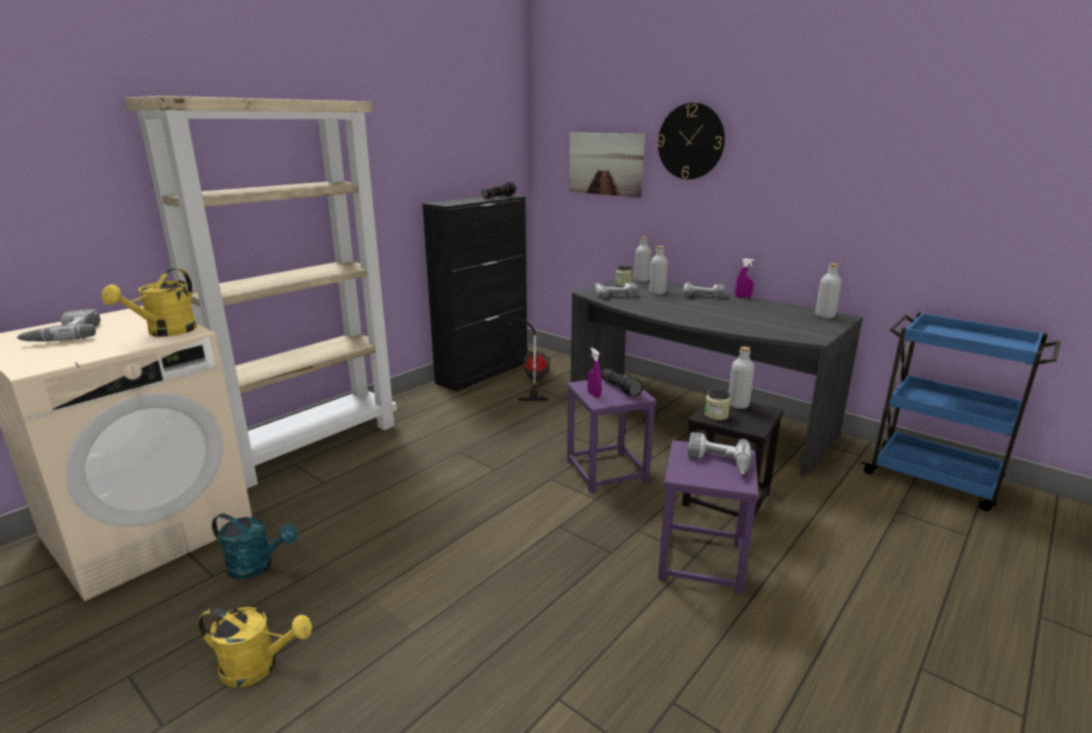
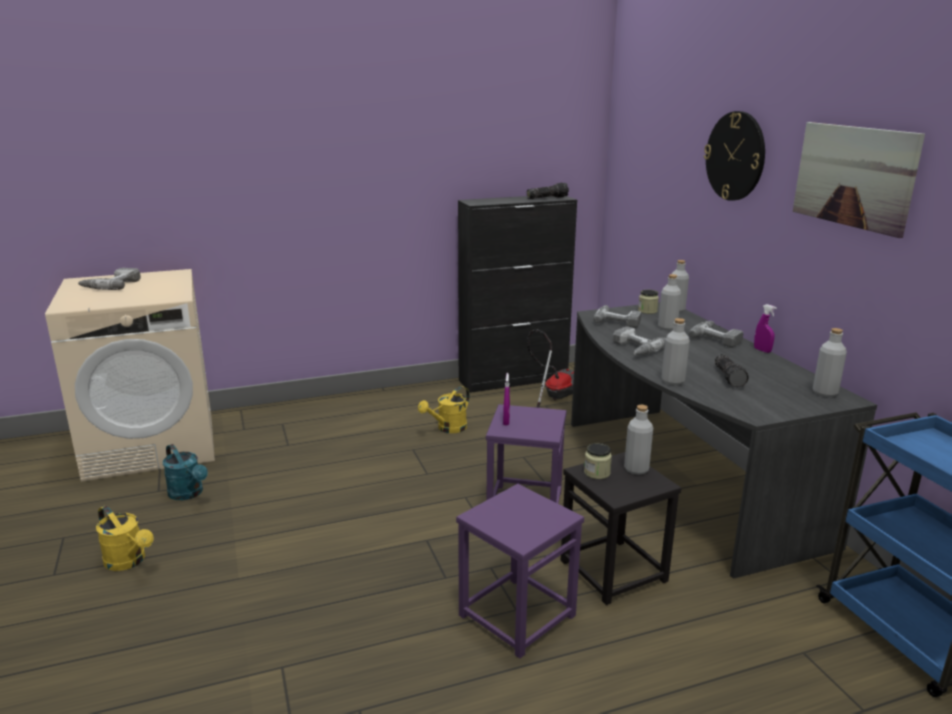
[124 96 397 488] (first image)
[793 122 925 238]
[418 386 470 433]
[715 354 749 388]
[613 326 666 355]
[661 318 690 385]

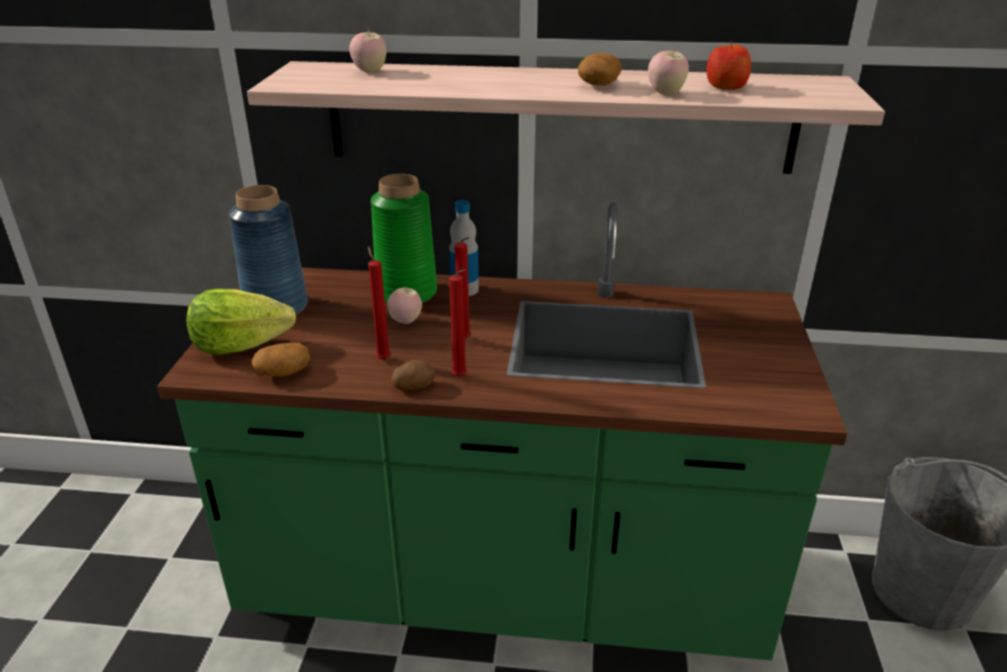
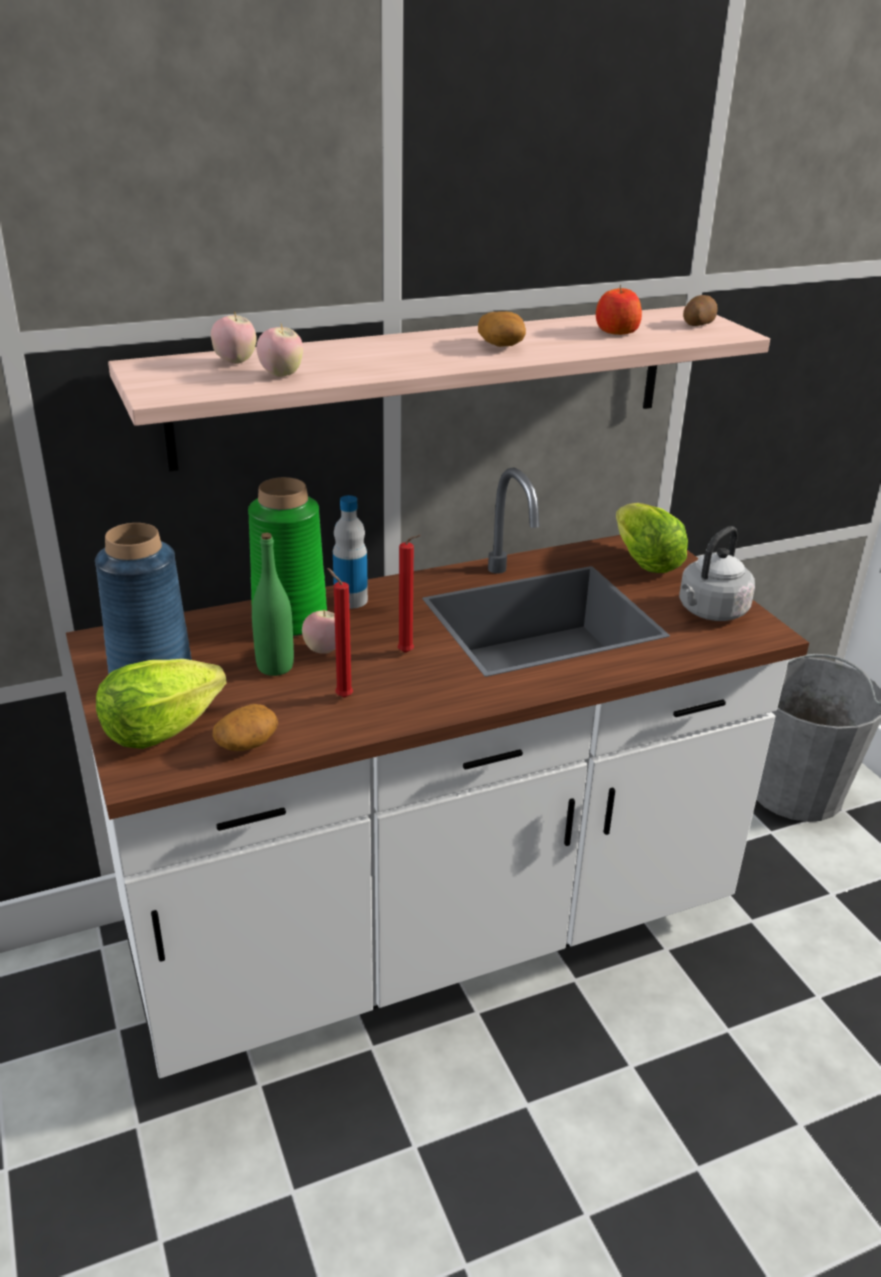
[256 324 303 377]
[66 467 809 1078]
[449 269 467 377] (first image)
[683 295 718 326]
[616 503 688 573]
[679 526 755 621]
[252 533 294 676]

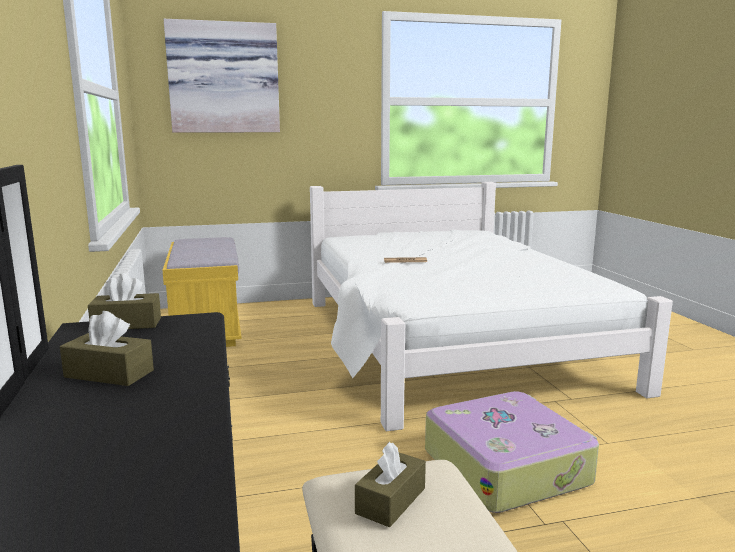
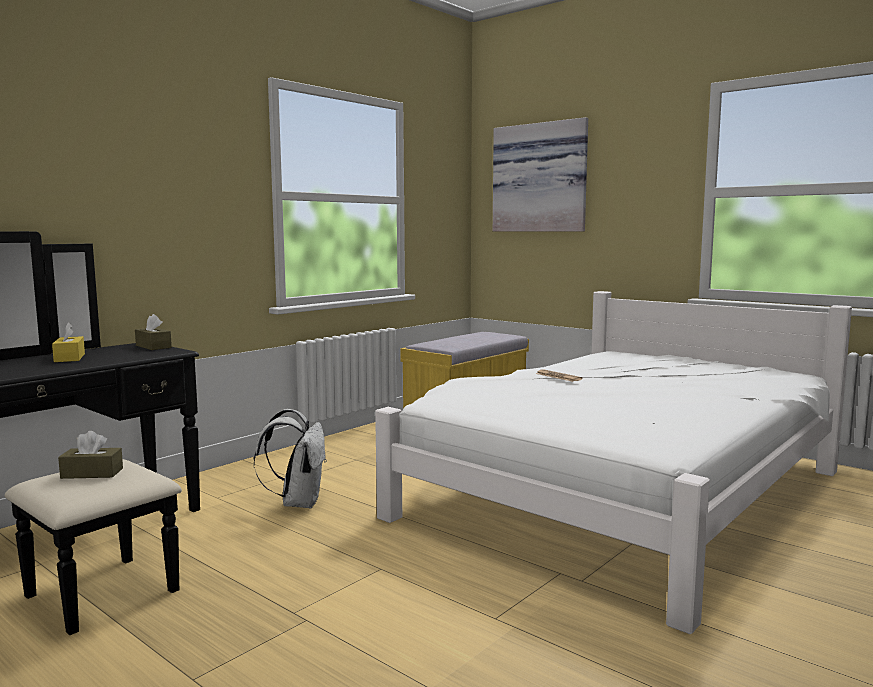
[52 322 85 362]
[425 391 599 513] (first image)
[254 409 327 508]

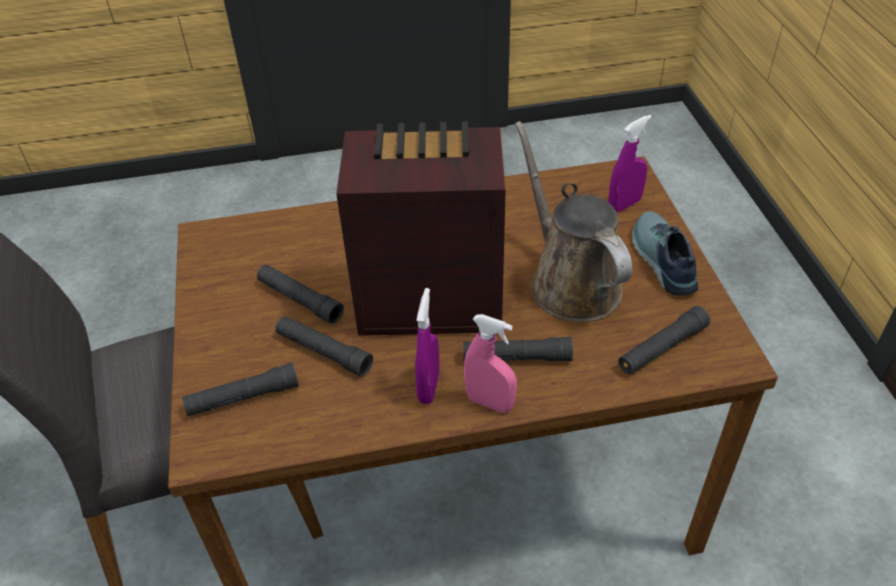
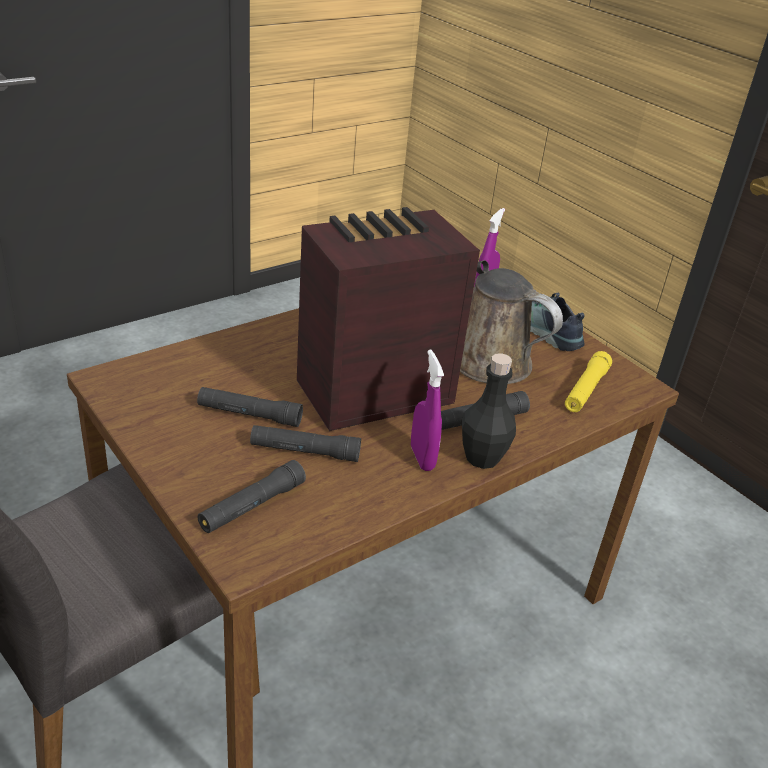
[565 351 612 412]
[462 353 516 469]

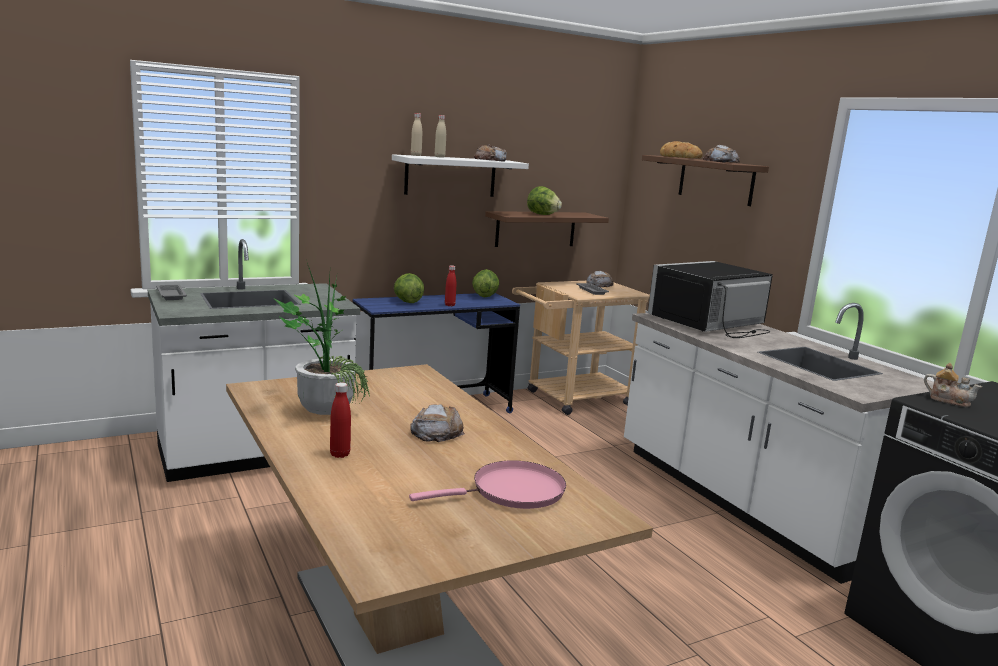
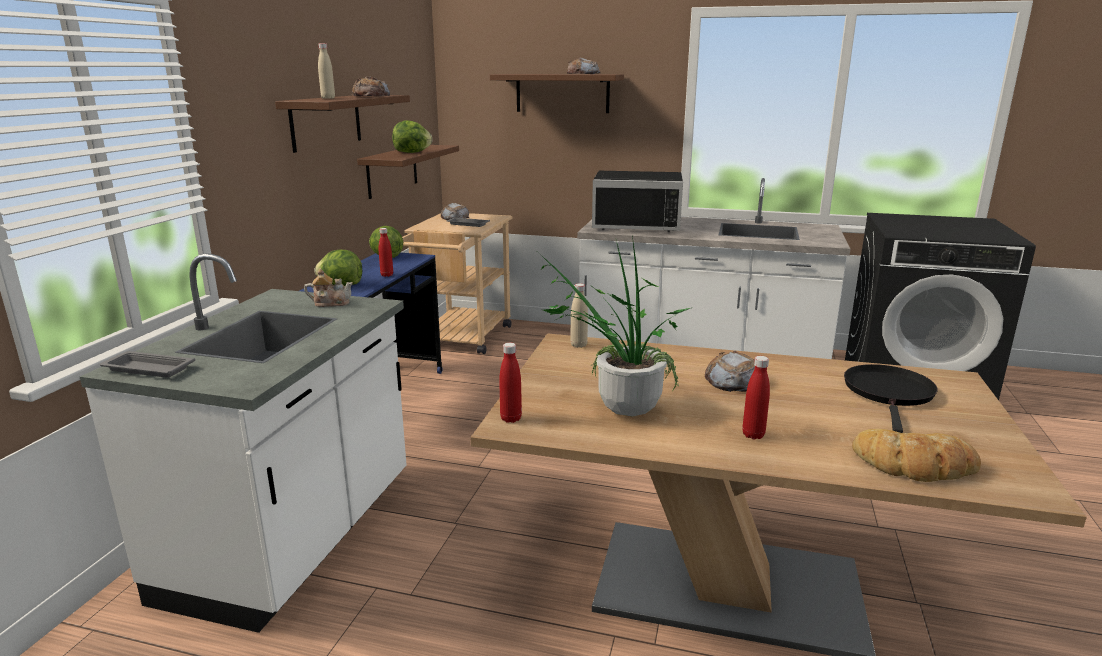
[570 283 588 348]
[852 429 981 482]
[275 95 410 153]
[592 171 683 232]
[304 269 353 307]
[844 364 938 433]
[499 343 522 423]

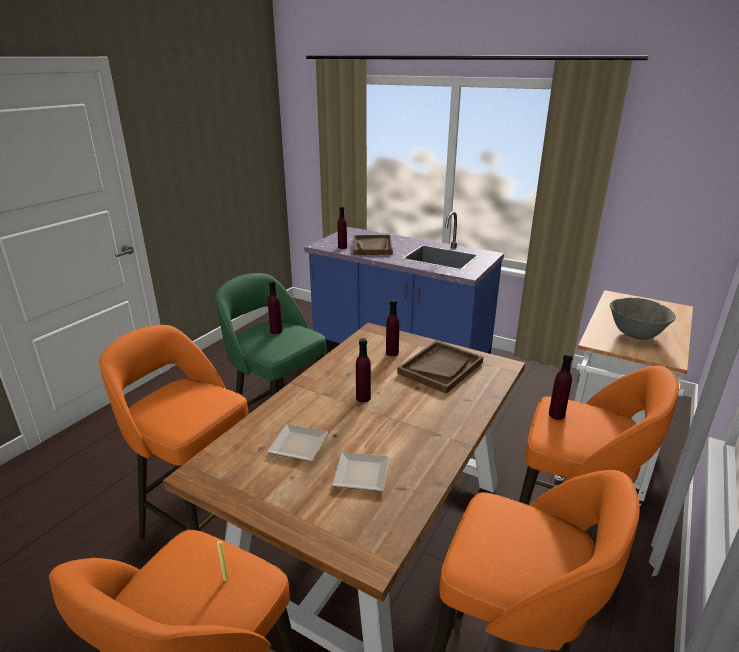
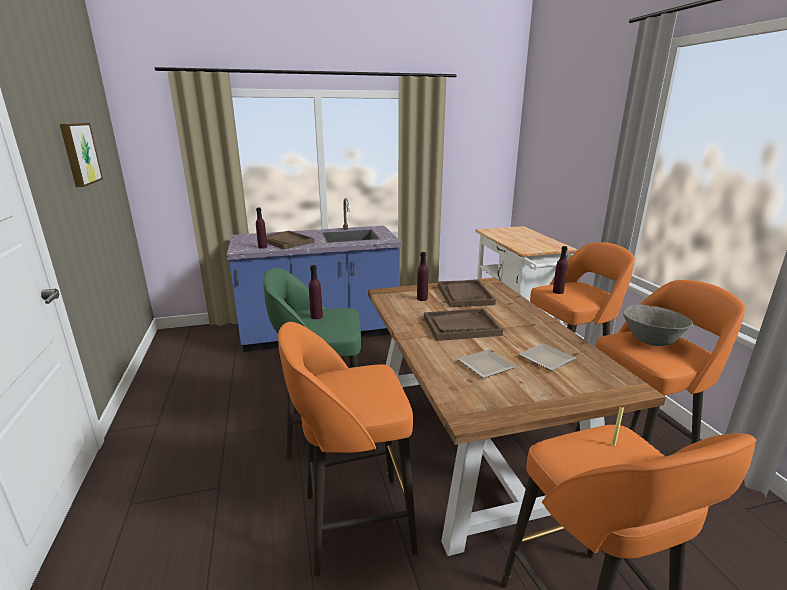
[623 305 693 346]
[424 308 503 341]
[60 123 103 187]

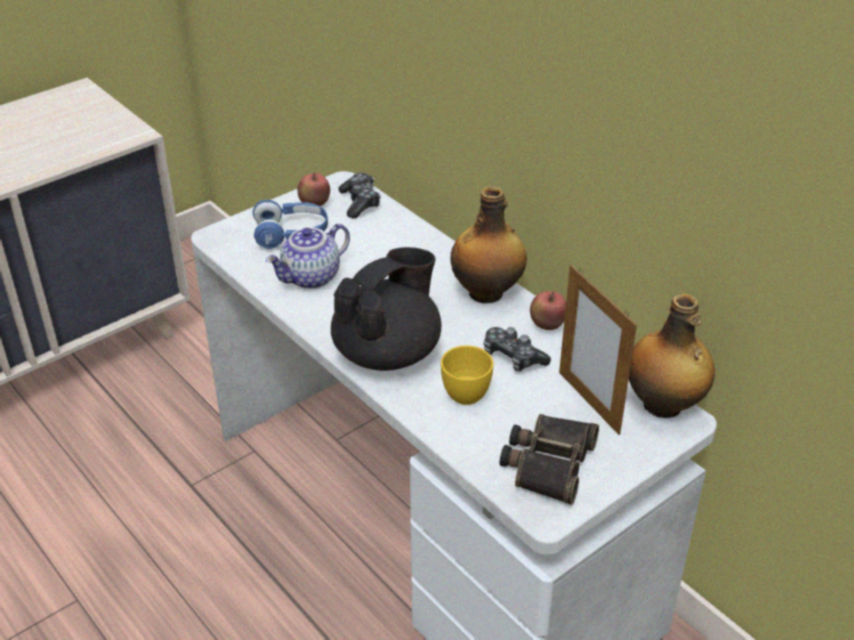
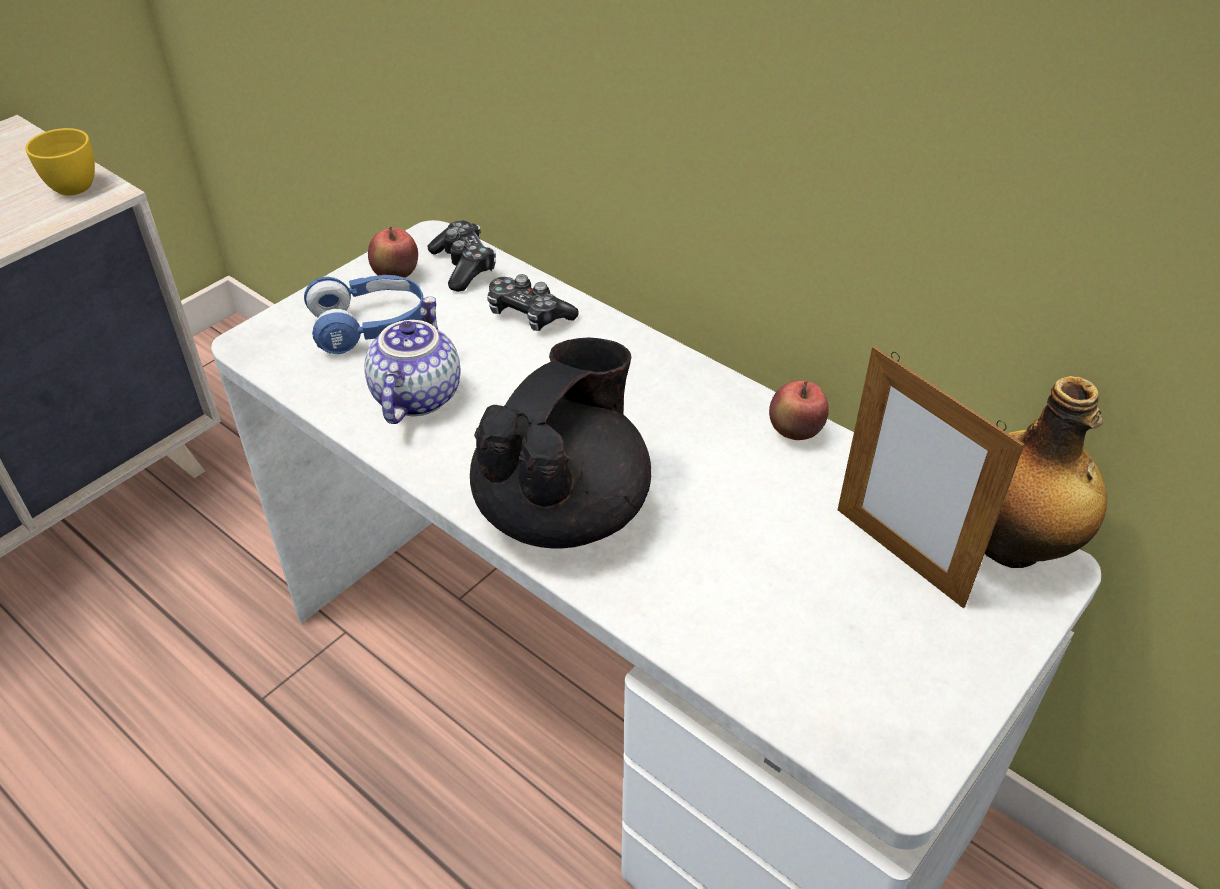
[450 186 527 304] (first image)
[364 297 461 424]
[487 274 579 331]
[25 128 95 195]
[500 414 599 505] (first image)

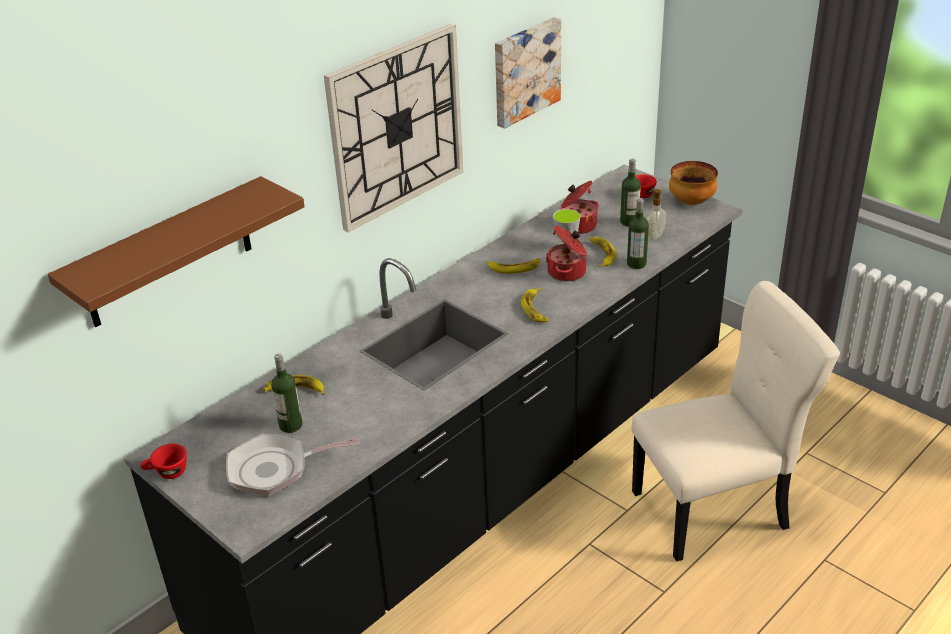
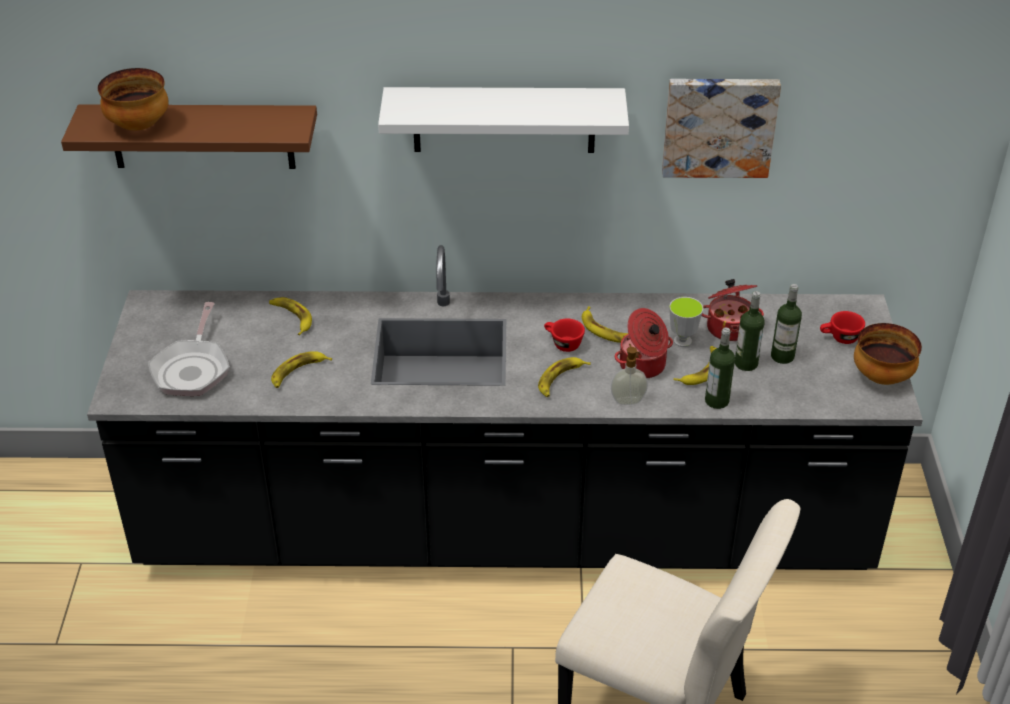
[378 87 629 153]
[611 344 648 405]
[735 291 765 371]
[148 302 230 396]
[544 319 585 352]
[98 68 169 131]
[271 351 332 388]

